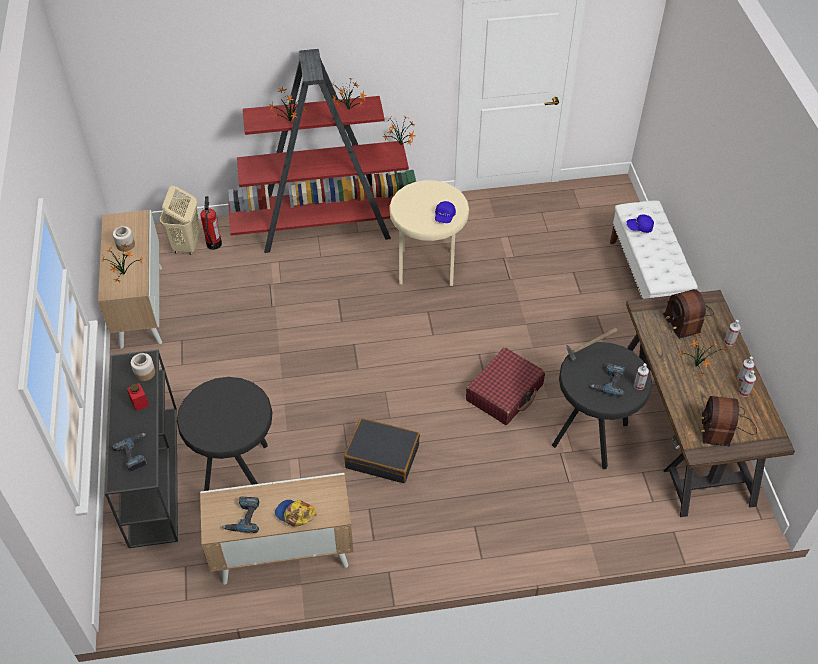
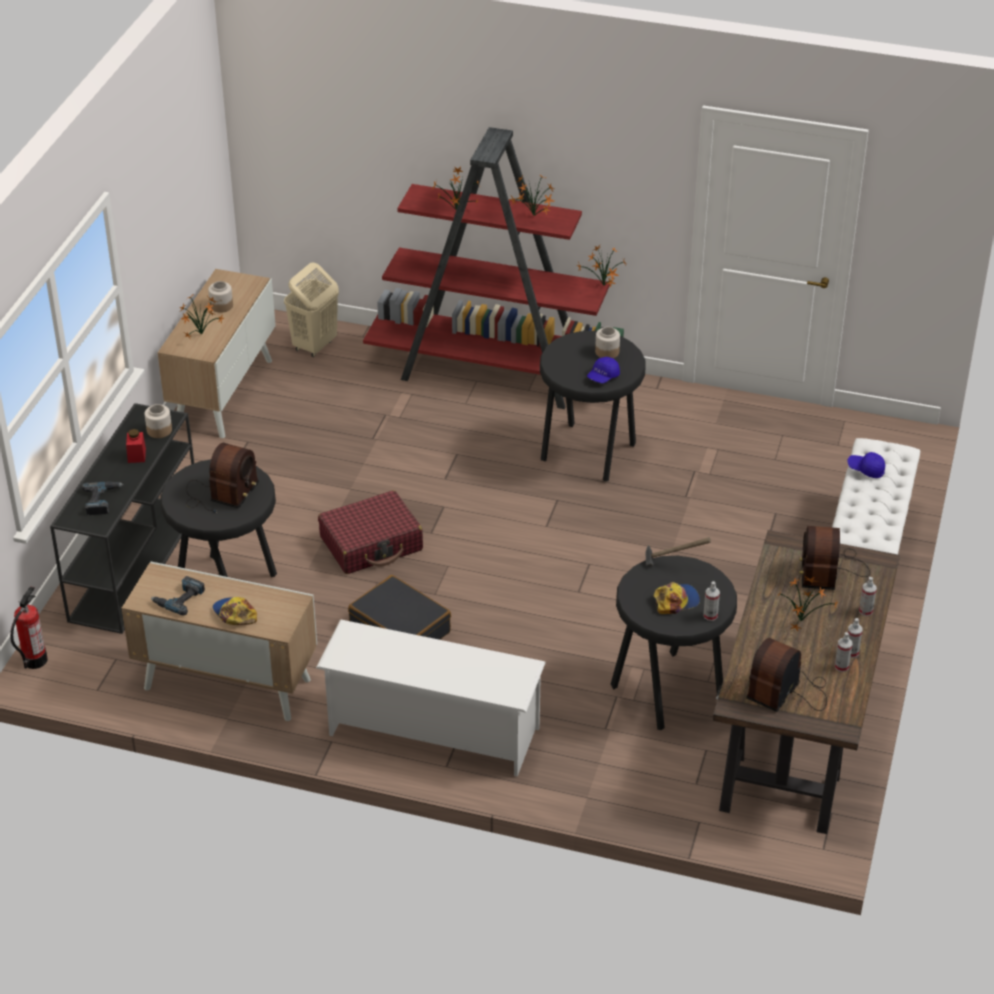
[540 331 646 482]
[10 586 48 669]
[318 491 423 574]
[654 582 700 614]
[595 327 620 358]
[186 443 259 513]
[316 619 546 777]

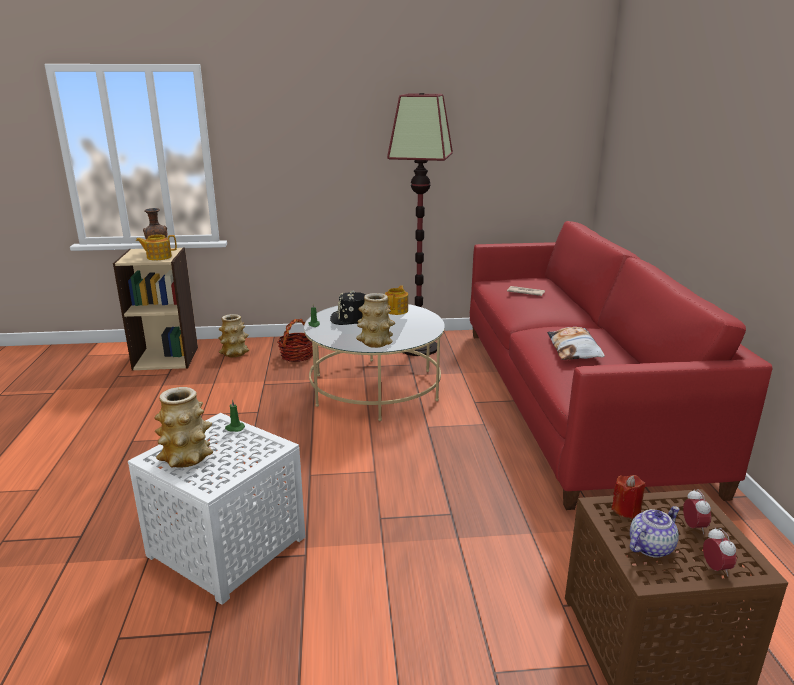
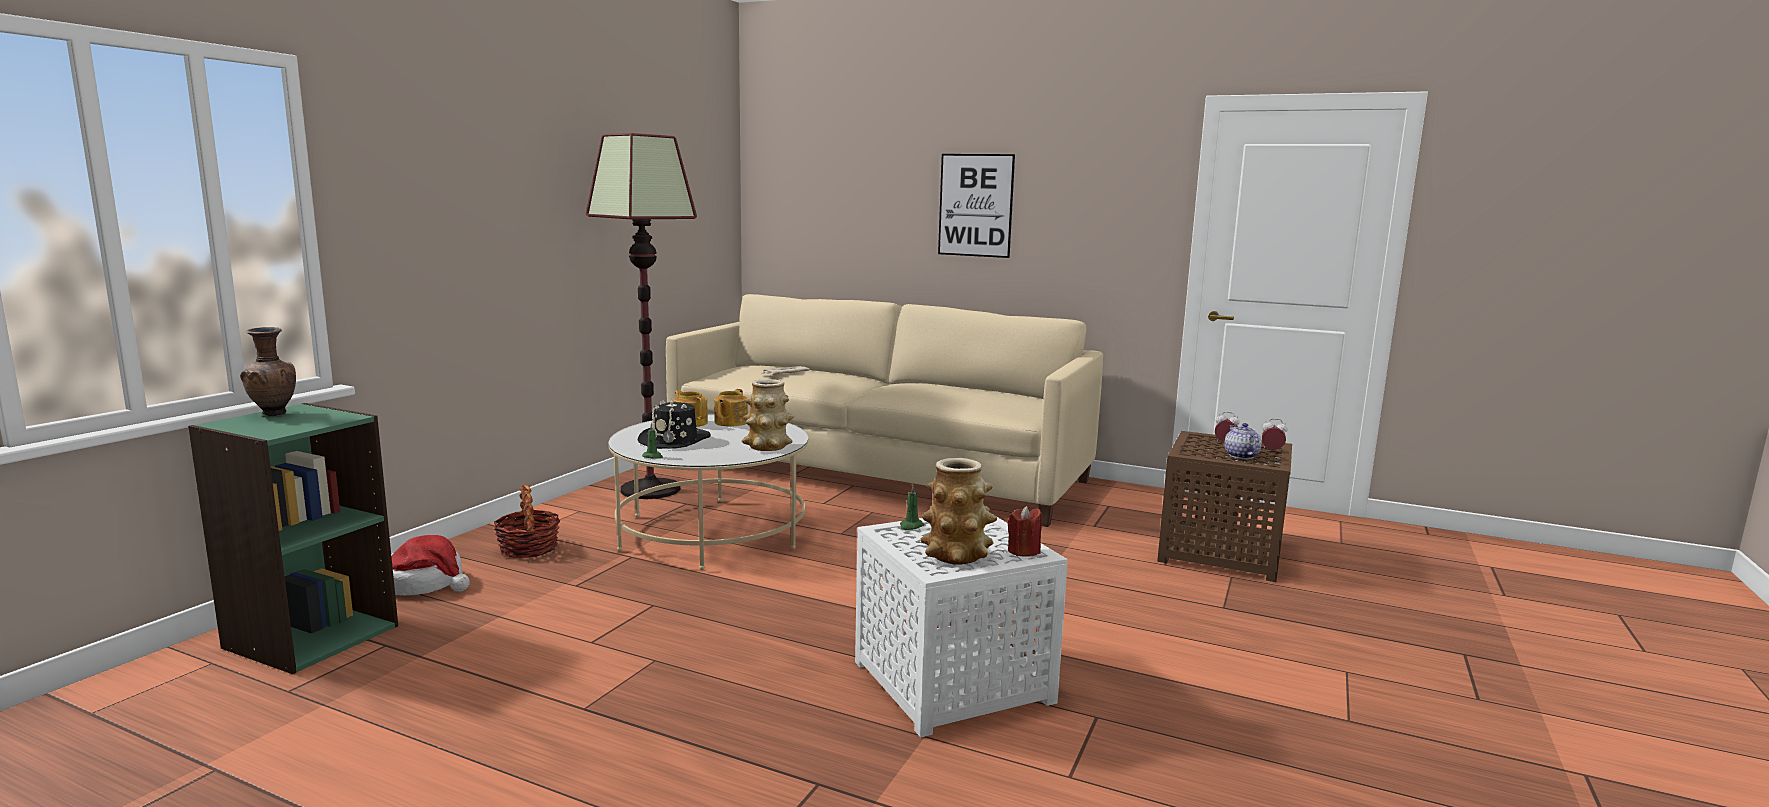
[666 294 1103 527]
[714 389 748 426]
[188 403 398 674]
[391 535 470 596]
[547 327 605 360] (first image)
[1008 506 1042 556]
[938 154 1015 258]

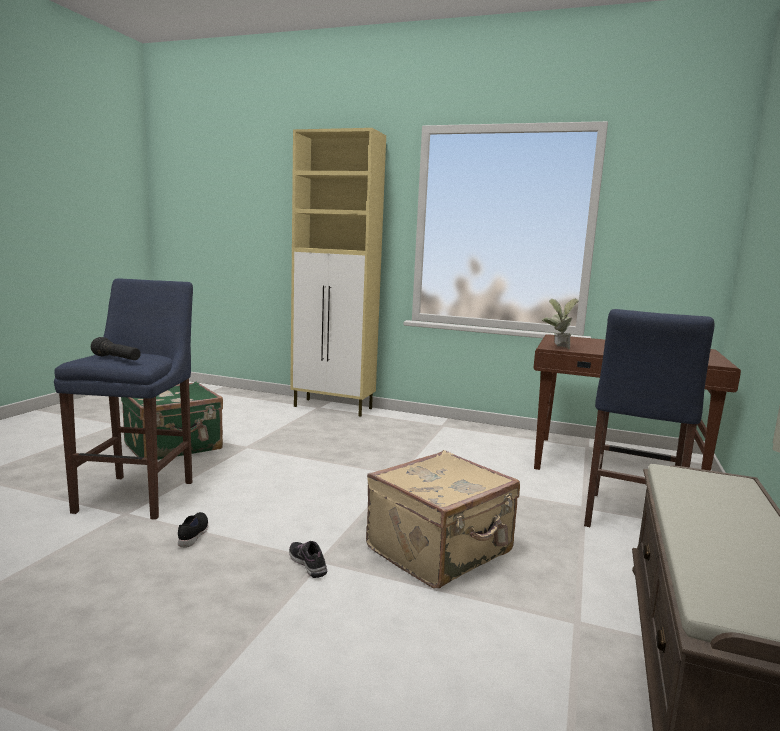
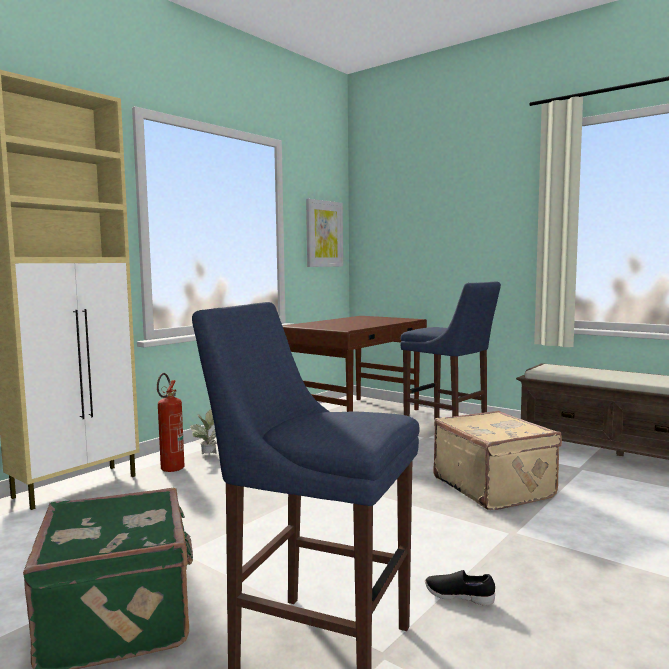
[190 409 216 454]
[91 337 141 360] (first image)
[289 541 327 578] (first image)
[306 199 343 267]
[157 373 184 472]

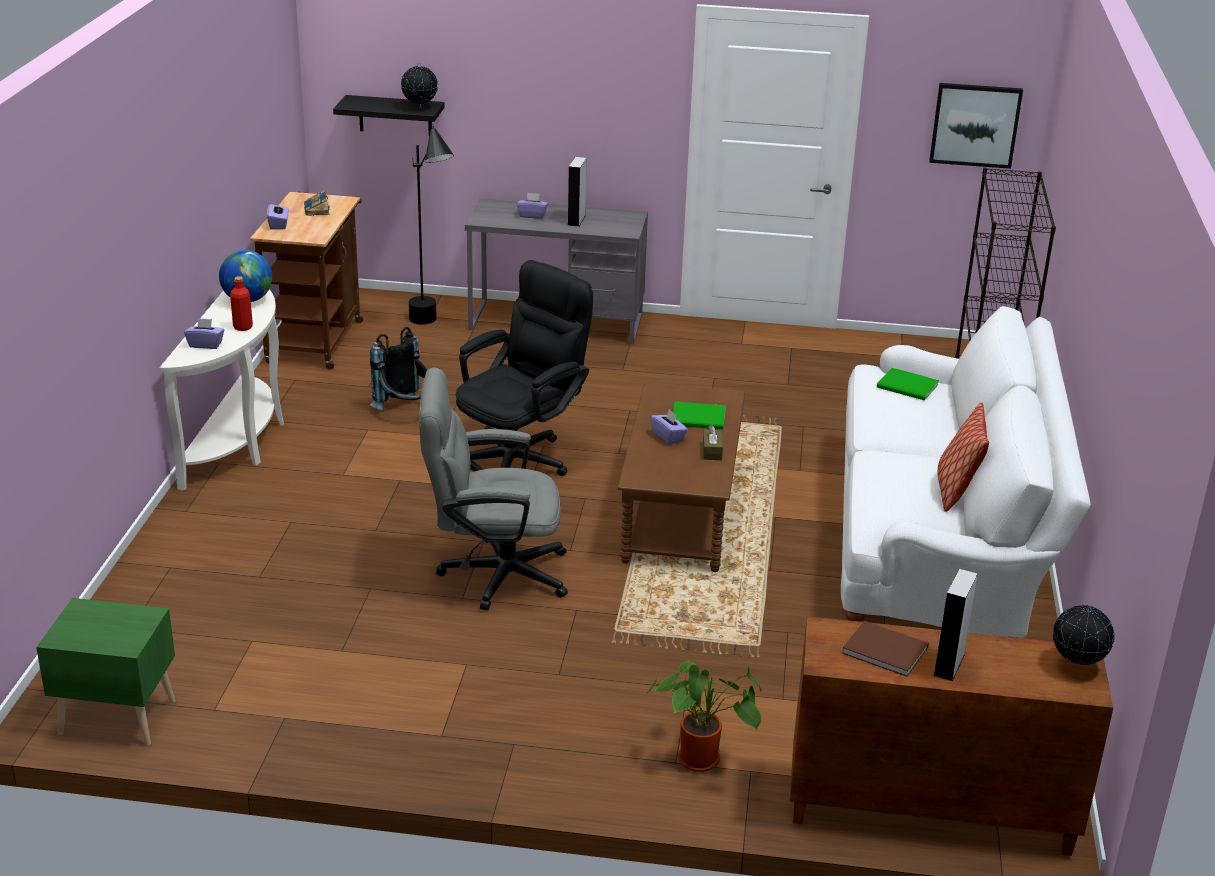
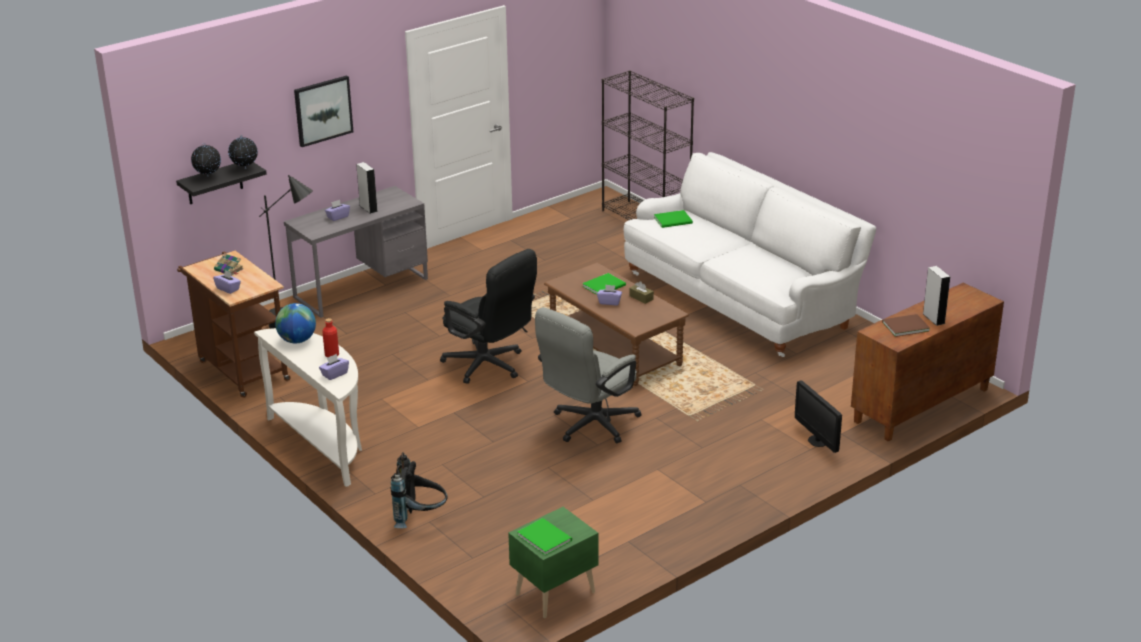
[294 76 353 147]
[440 249 537 384]
[391 452 448 528]
[938 402 989 512] (first image)
[191 144 221 177]
[795 380 842 453]
[517 518 572 555]

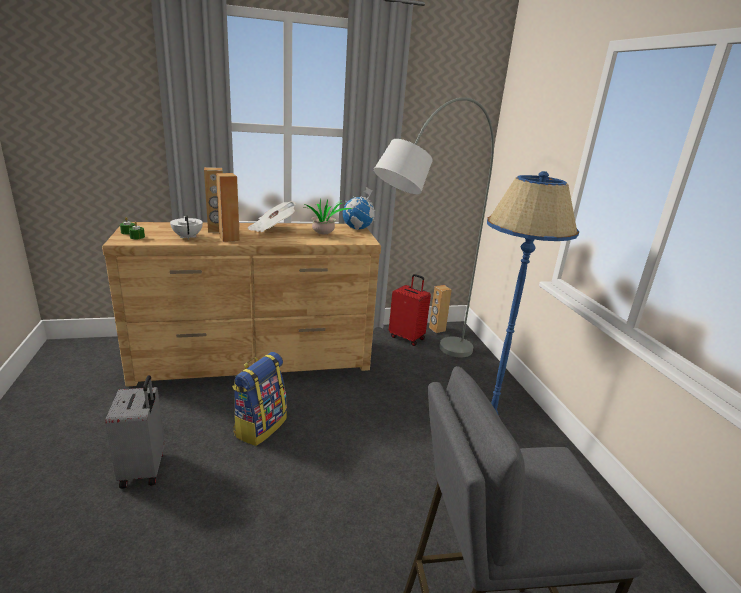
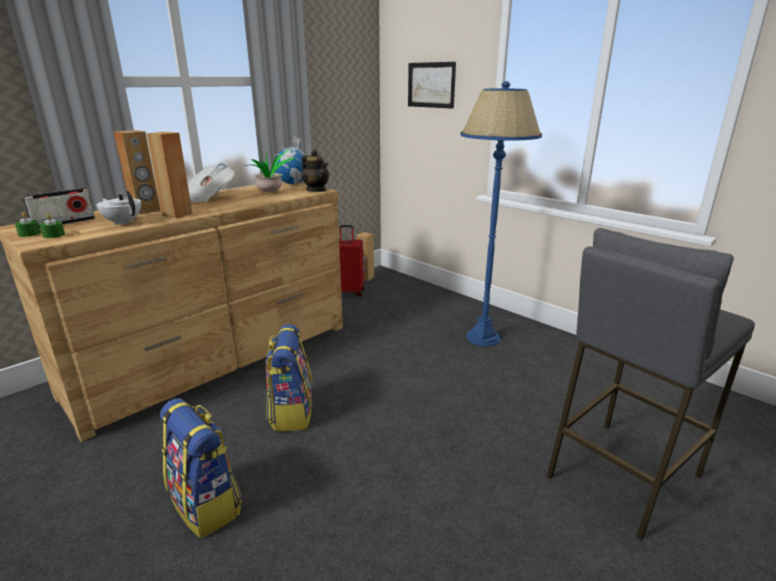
[373 98 494 357] (first image)
[160 398 242 539]
[408 62 456 109]
[301 149 329 192]
[22 188 95 228]

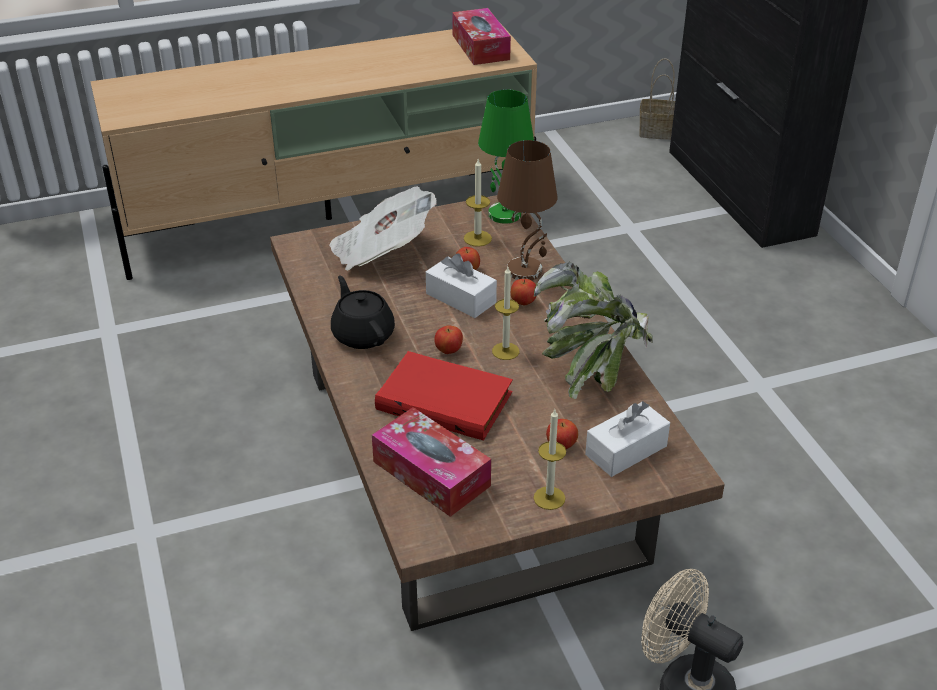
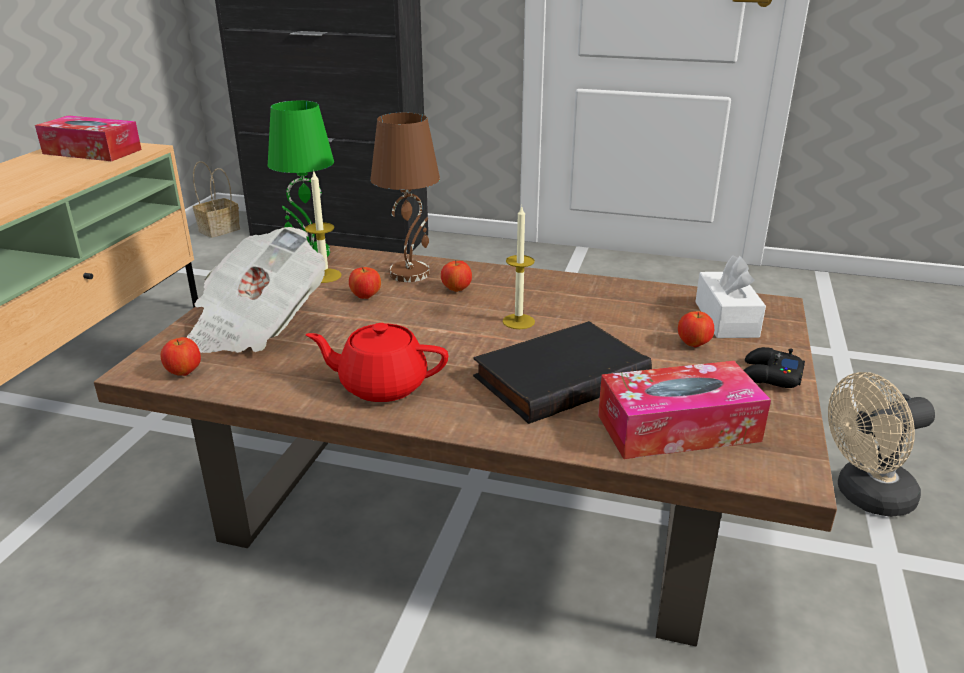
[426 253 497 318] (first image)
[534 262 653 399] (first image)
[306 323 448 402]
[160 337 201 376]
[473 321 652 424]
[744 347 805 388]

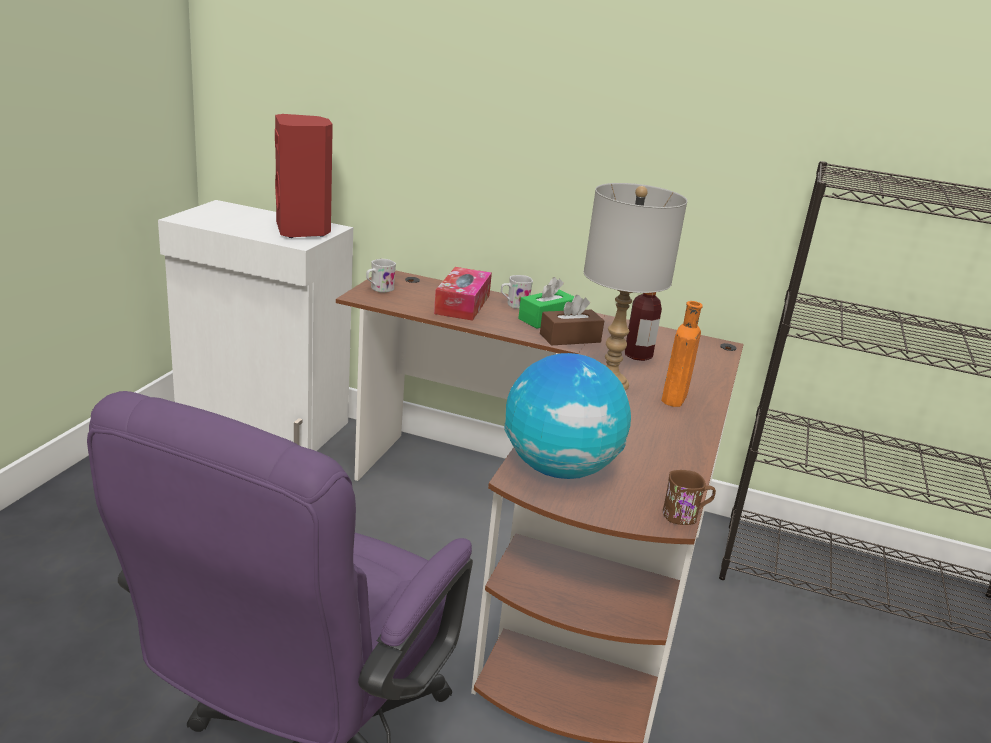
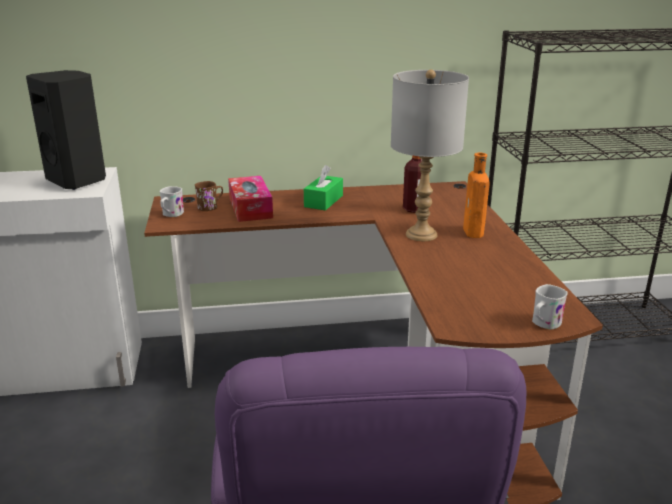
[26 70 106 190]
[532 284 568 329]
[540 294 604 346] (first image)
[504 353 631 479] (first image)
[195 181 223 211]

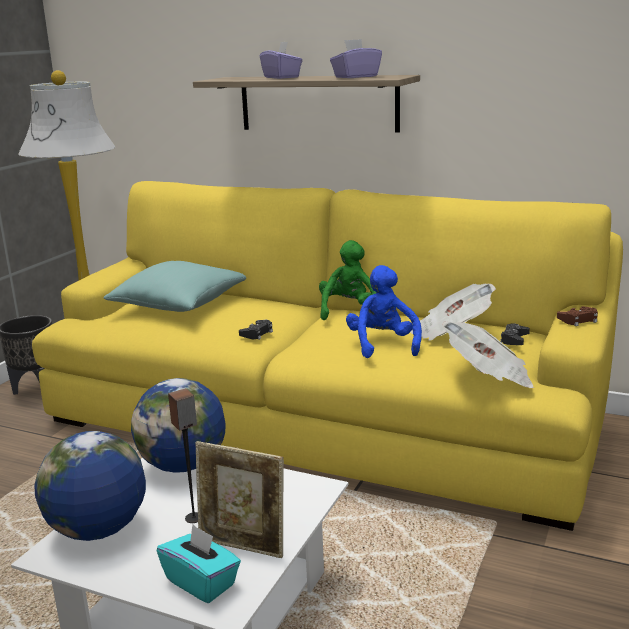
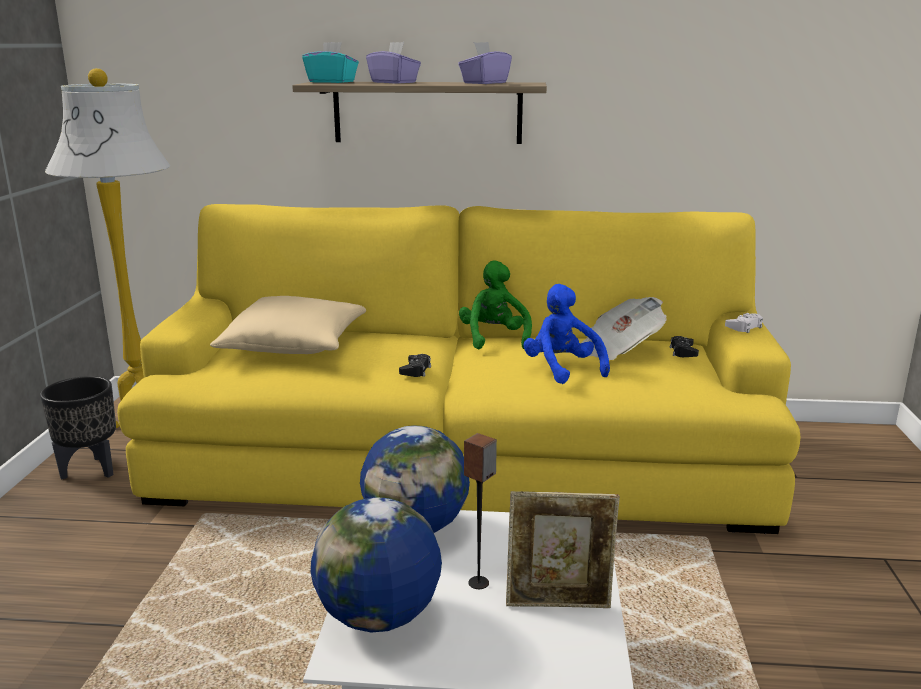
[210 296 366 354]
[725 313 763 333]
[442 322 534 388] (first image)
[302 42 359 83]

